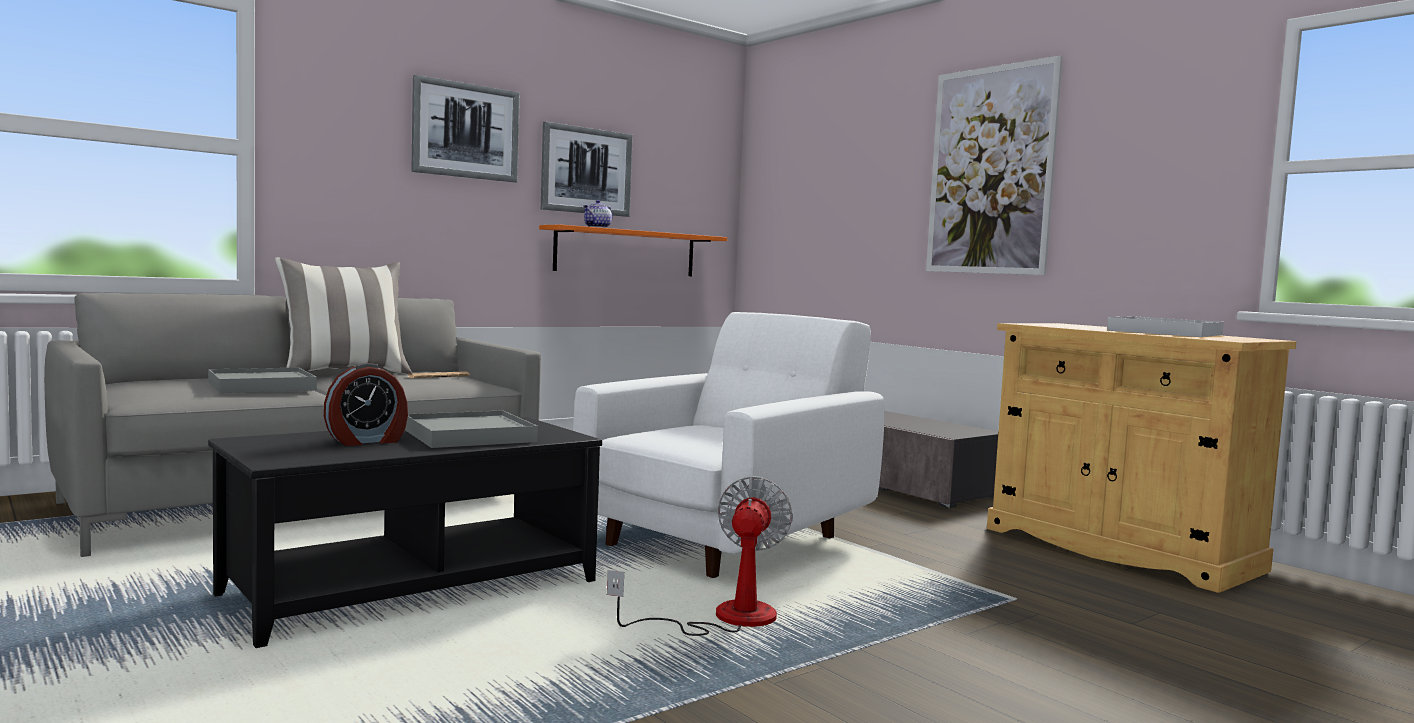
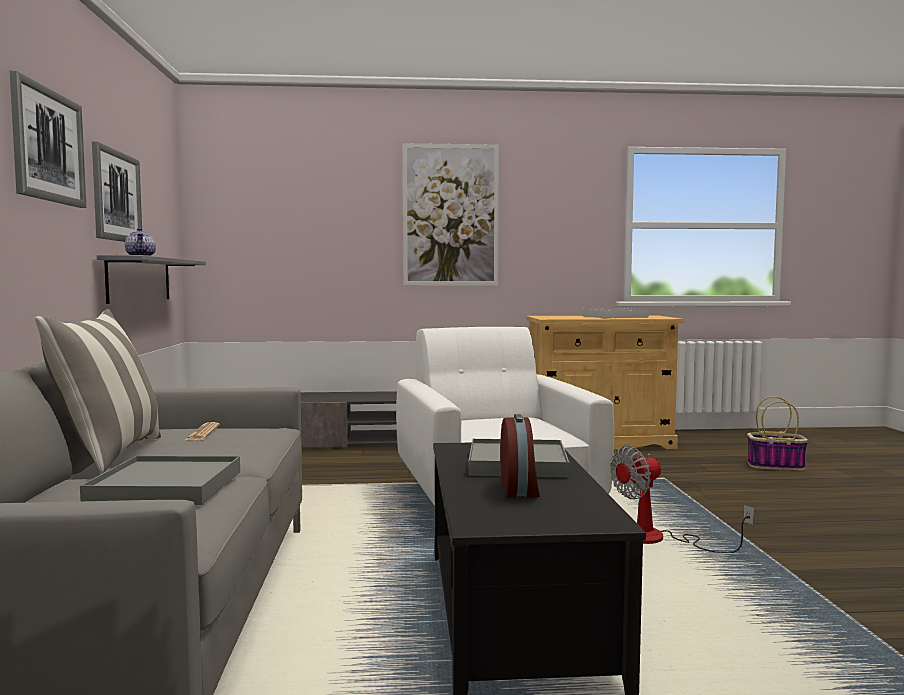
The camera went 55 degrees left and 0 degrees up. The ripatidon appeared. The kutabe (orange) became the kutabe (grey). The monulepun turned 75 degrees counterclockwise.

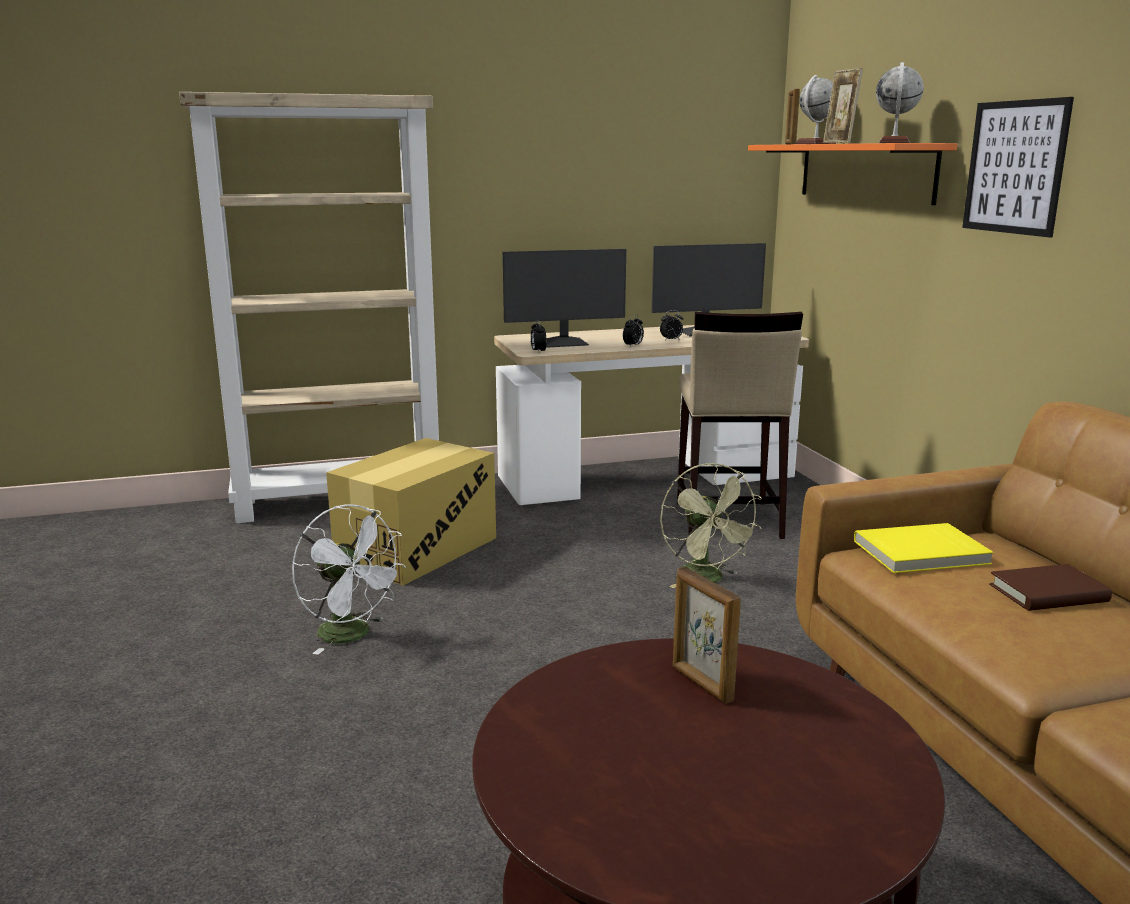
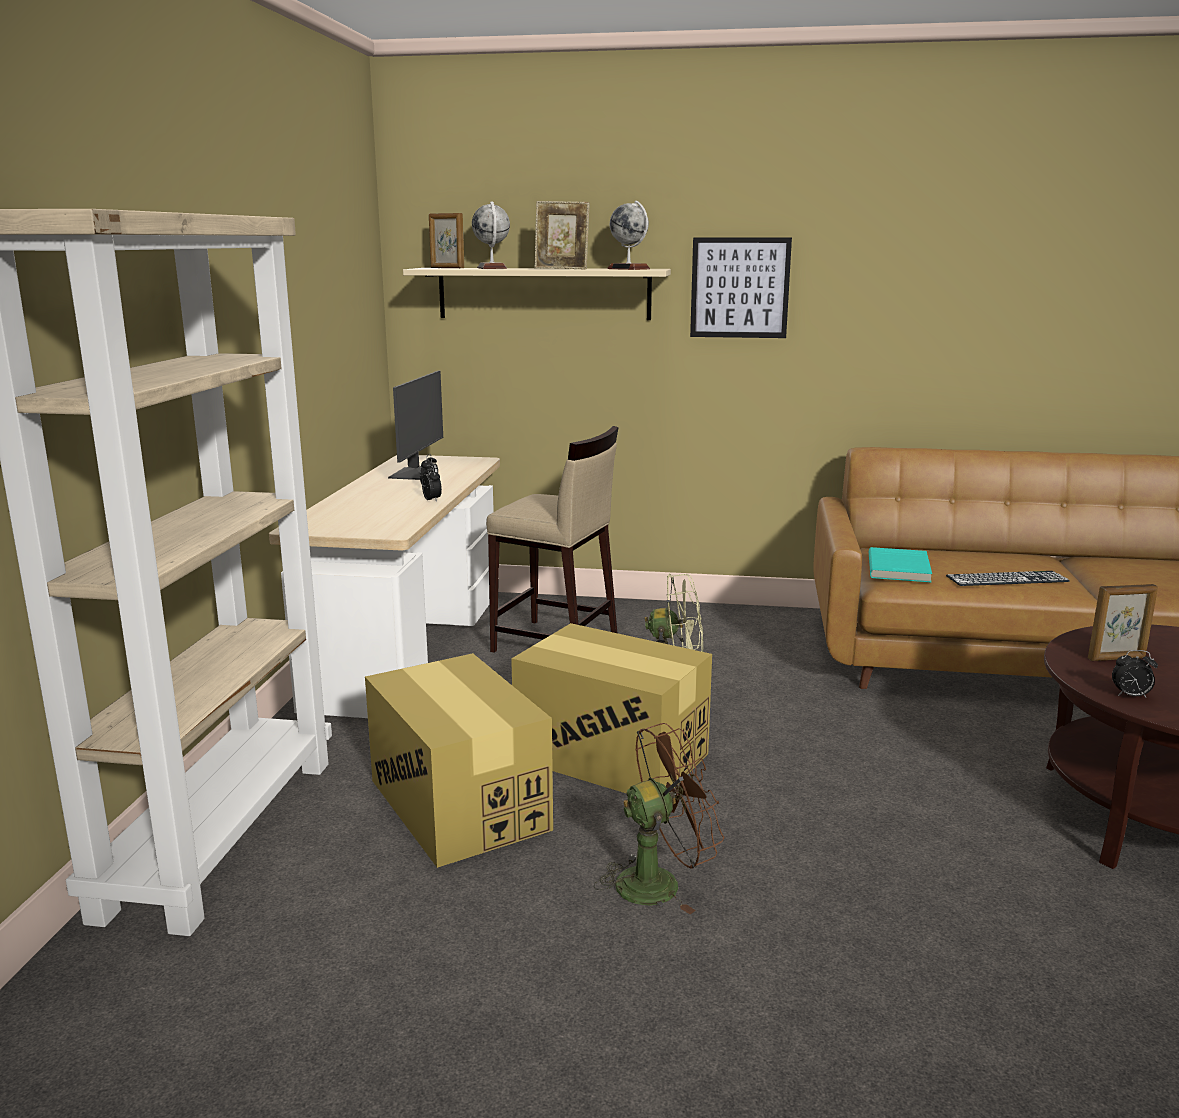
The camera went 65 degrees left and 0 degrees up. The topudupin (no. 1 from left) disappeared. The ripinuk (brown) disappeared. The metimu (no. 2 from left) appeared. The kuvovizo appeared. The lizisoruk (no. 1 from left in the first image) moved. The monulepun (white) became the monulepun (brown). The kutabe (orange) became the kutabe (beige). The ripinuk (yellow) became the ripinuk (turquoise).

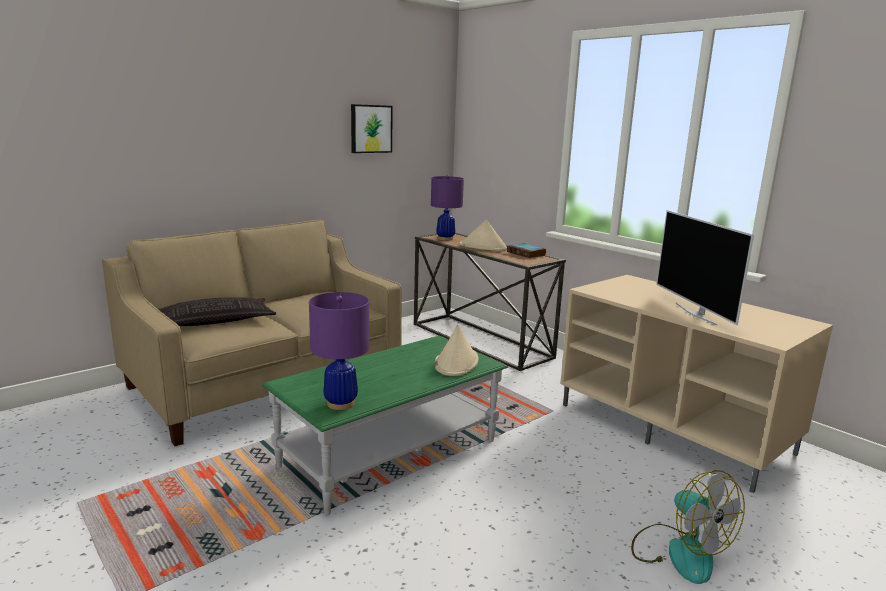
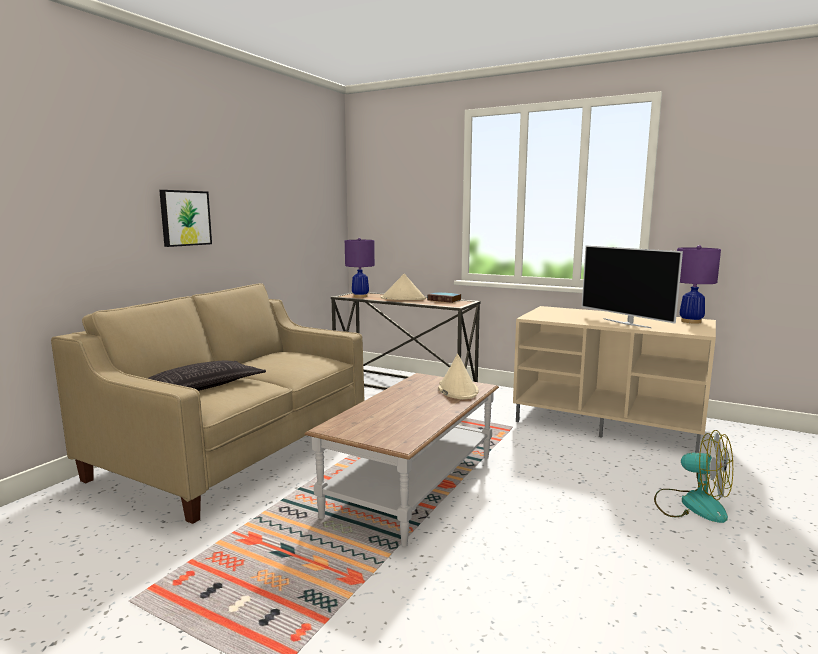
The camera went 20 degrees left and 5 degrees down. The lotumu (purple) (no. 1 from left in the first image) moved. The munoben moved. The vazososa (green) became the vazososa (brown).

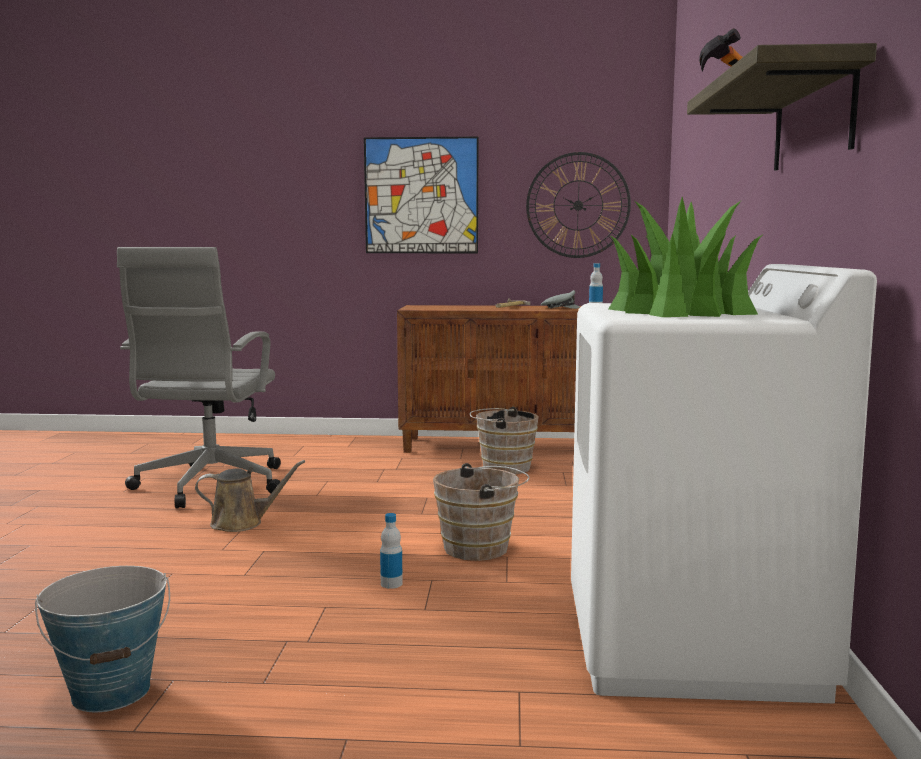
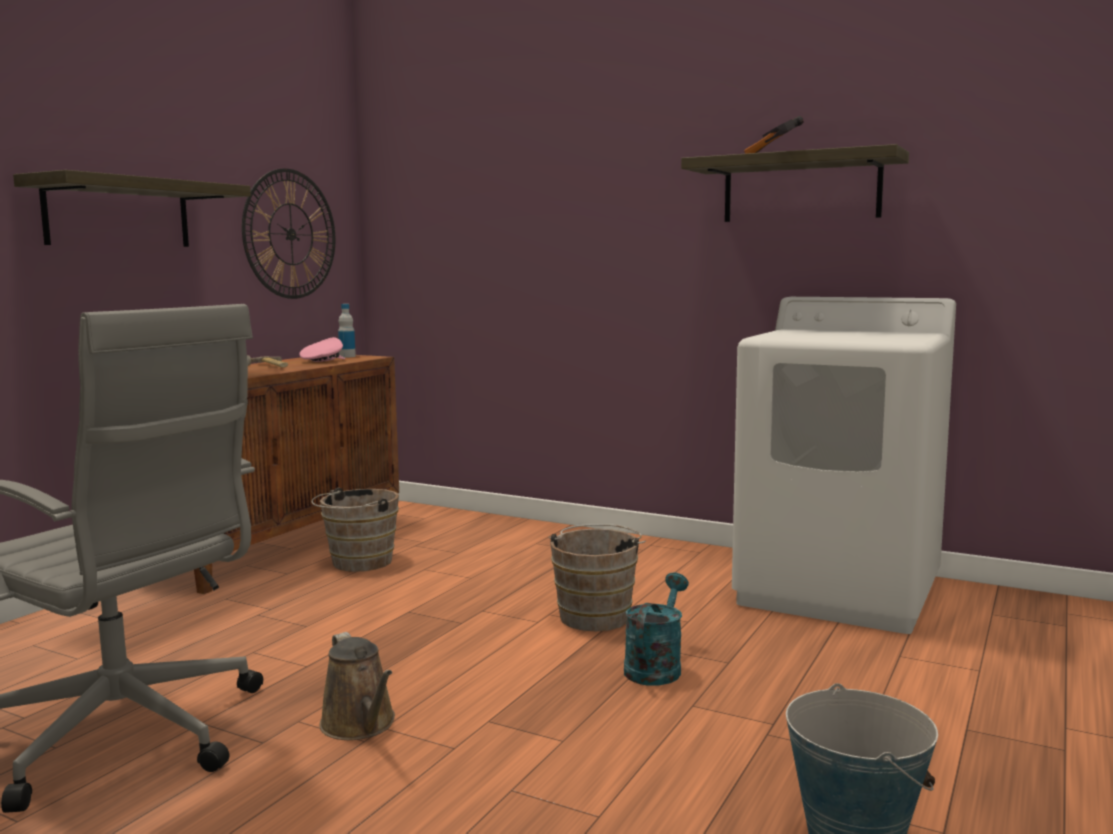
The camera went 65 degrees left and 0 degrees up. The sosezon disappeared. The munoben was replaced by the kutabe (no. 1 from left). The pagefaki (no. 1 from left) was replaced by the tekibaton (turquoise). The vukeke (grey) became the vukeke (pink). The tekibaton (brown) turned 135 degrees clockwise.

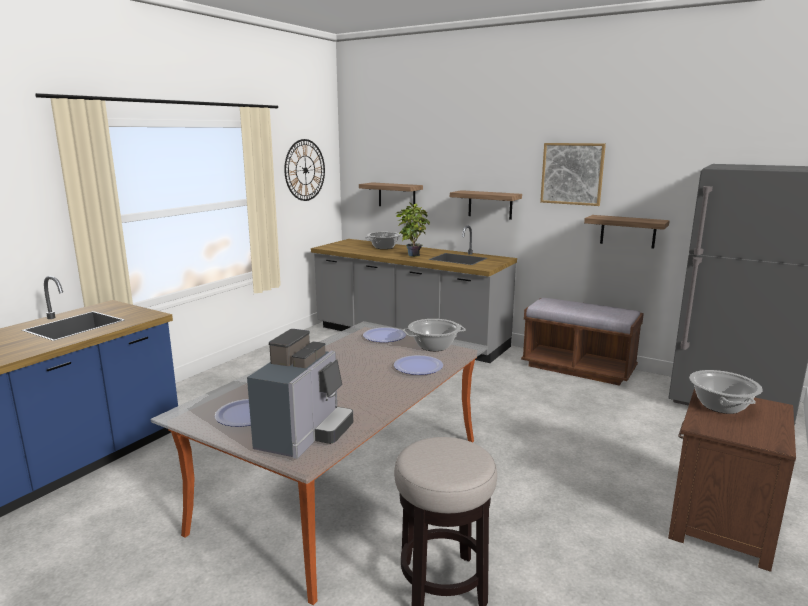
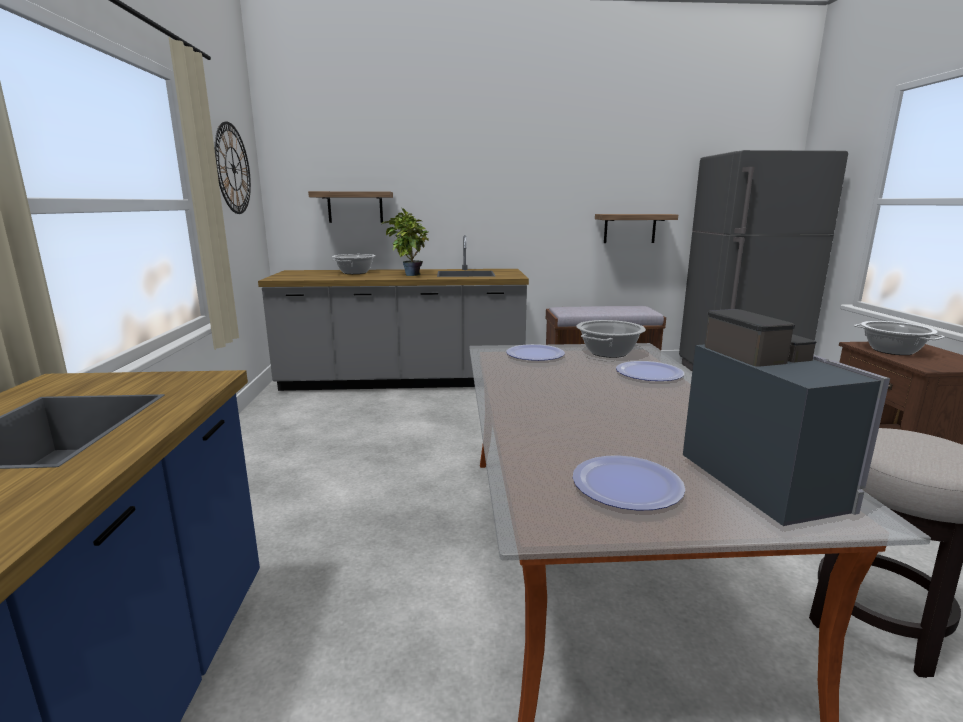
The camera went 35 degrees left and 0 degrees up. The kutabe (no. 2 from left) disappeared. The munoben disappeared.

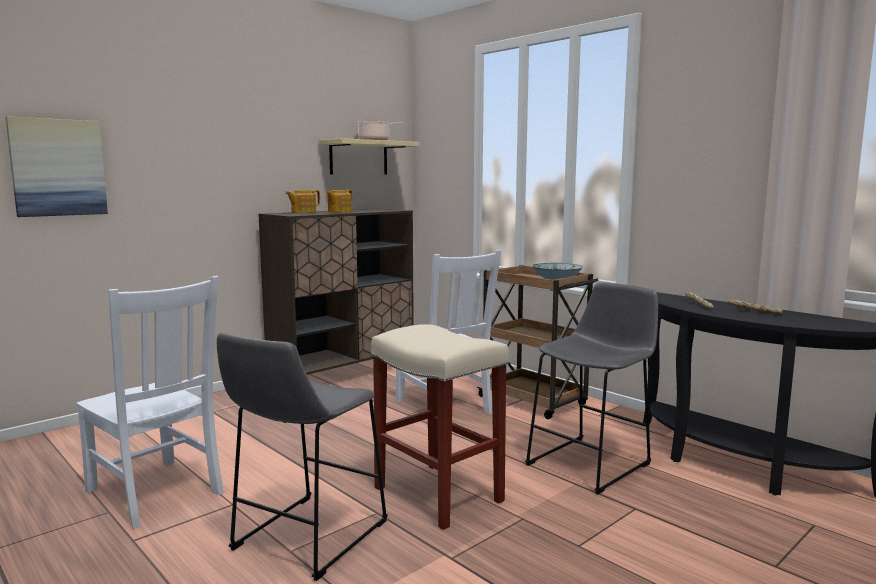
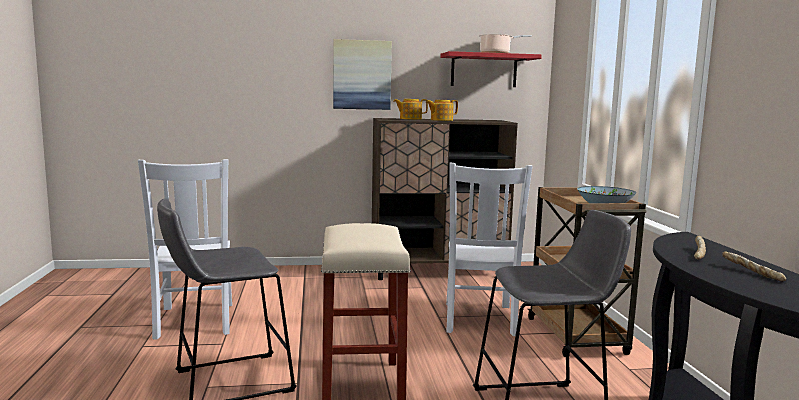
The camera went 35 degrees right and 0 degrees up. The munoben moved. The kutabe (beige) became the kutabe (red).

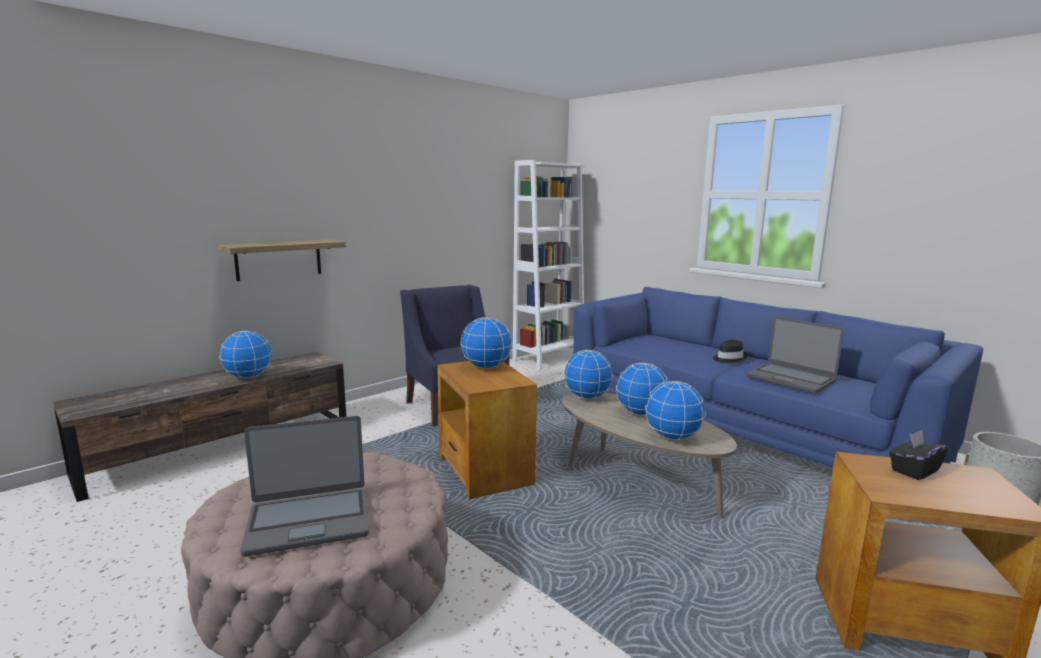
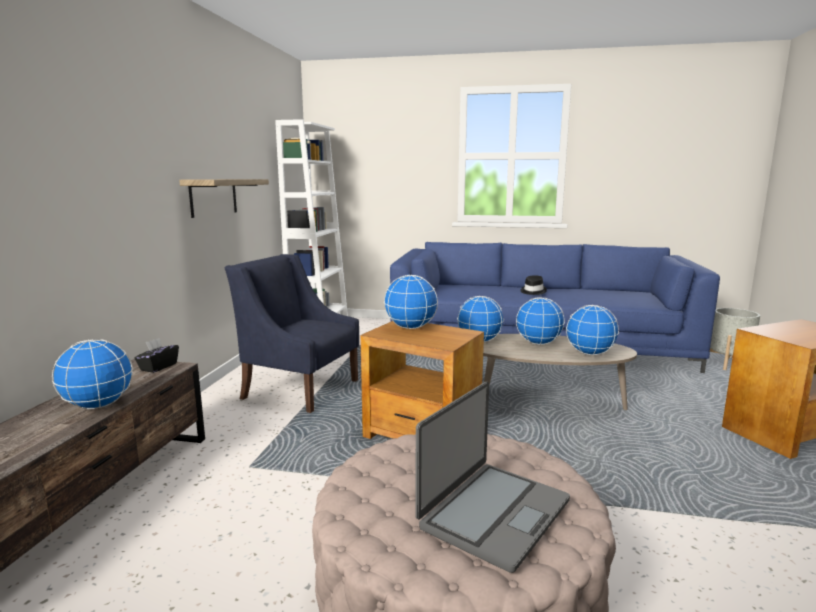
The camera went 35 degrees left and 0 degrees up. The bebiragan (no. 2 from left) disappeared. The kutabe moved. The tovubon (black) moved.

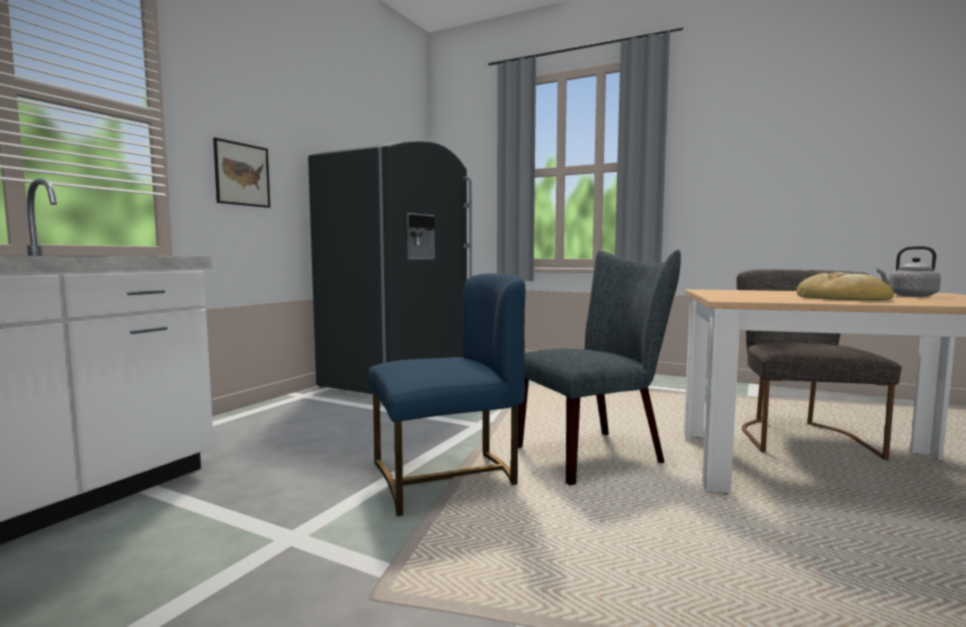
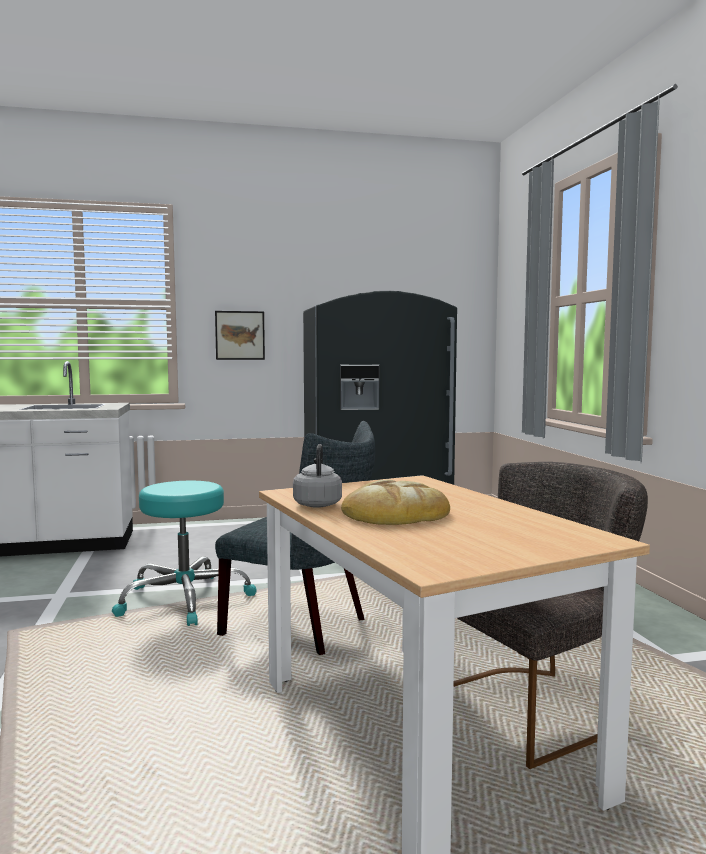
The camera went 50 degrees right and 0 degrees up. The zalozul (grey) moved. The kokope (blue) was replaced by the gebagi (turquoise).

